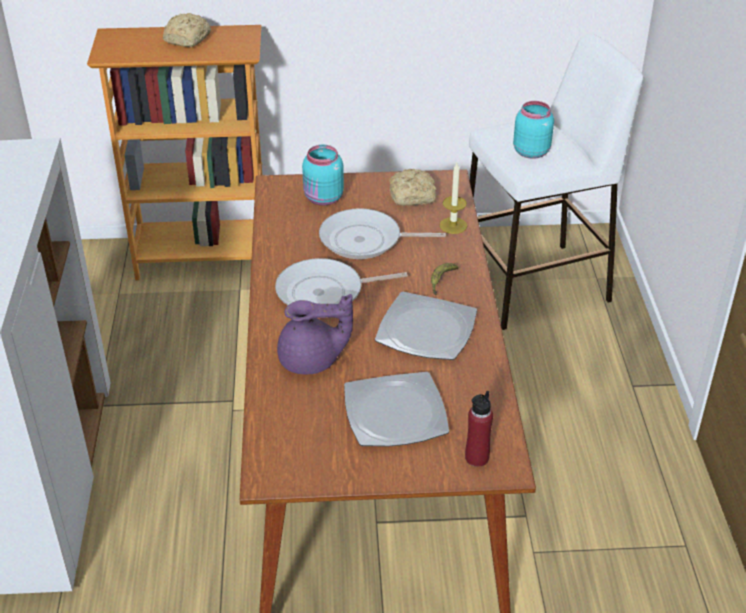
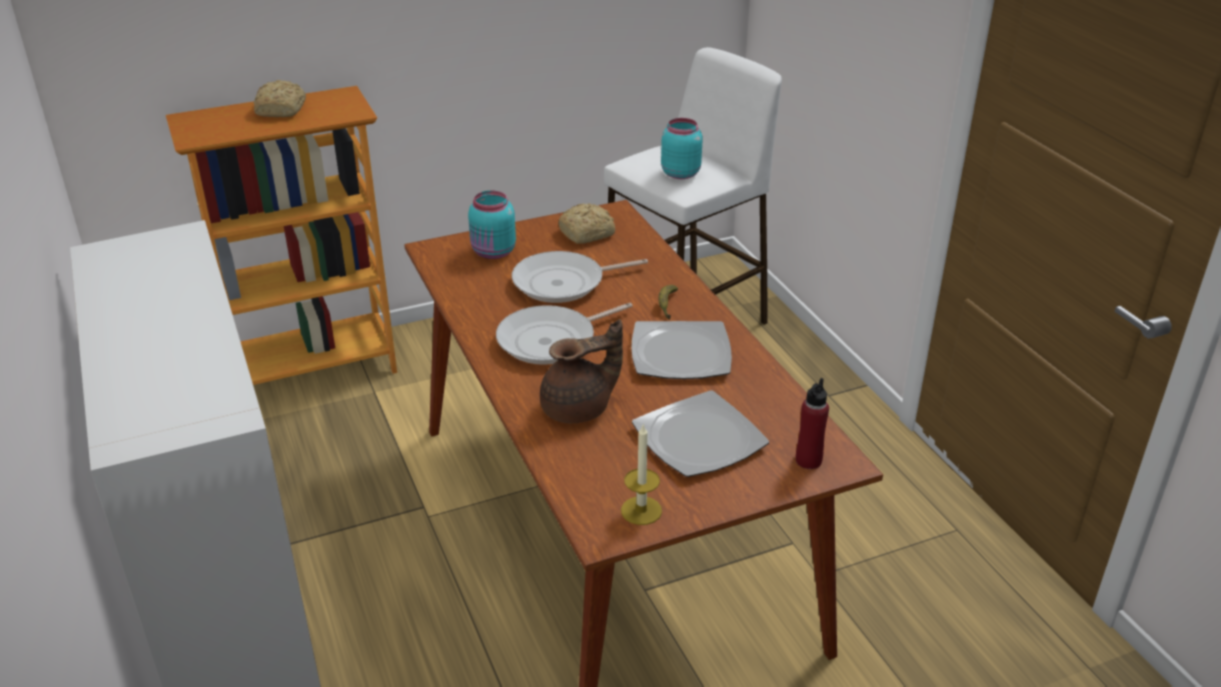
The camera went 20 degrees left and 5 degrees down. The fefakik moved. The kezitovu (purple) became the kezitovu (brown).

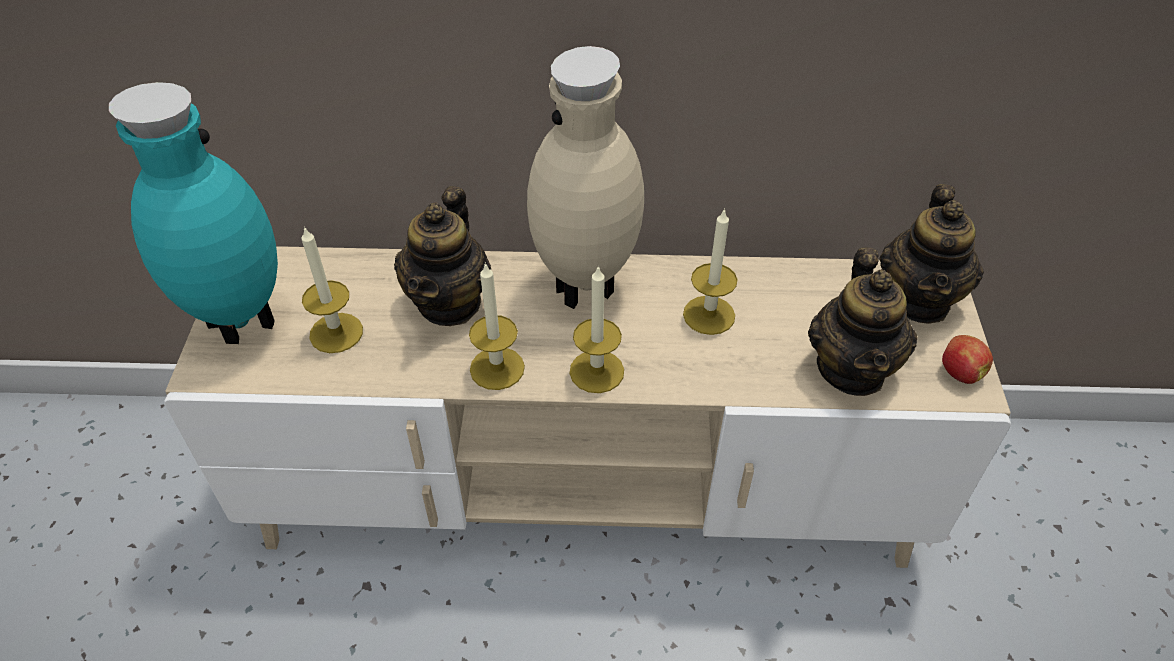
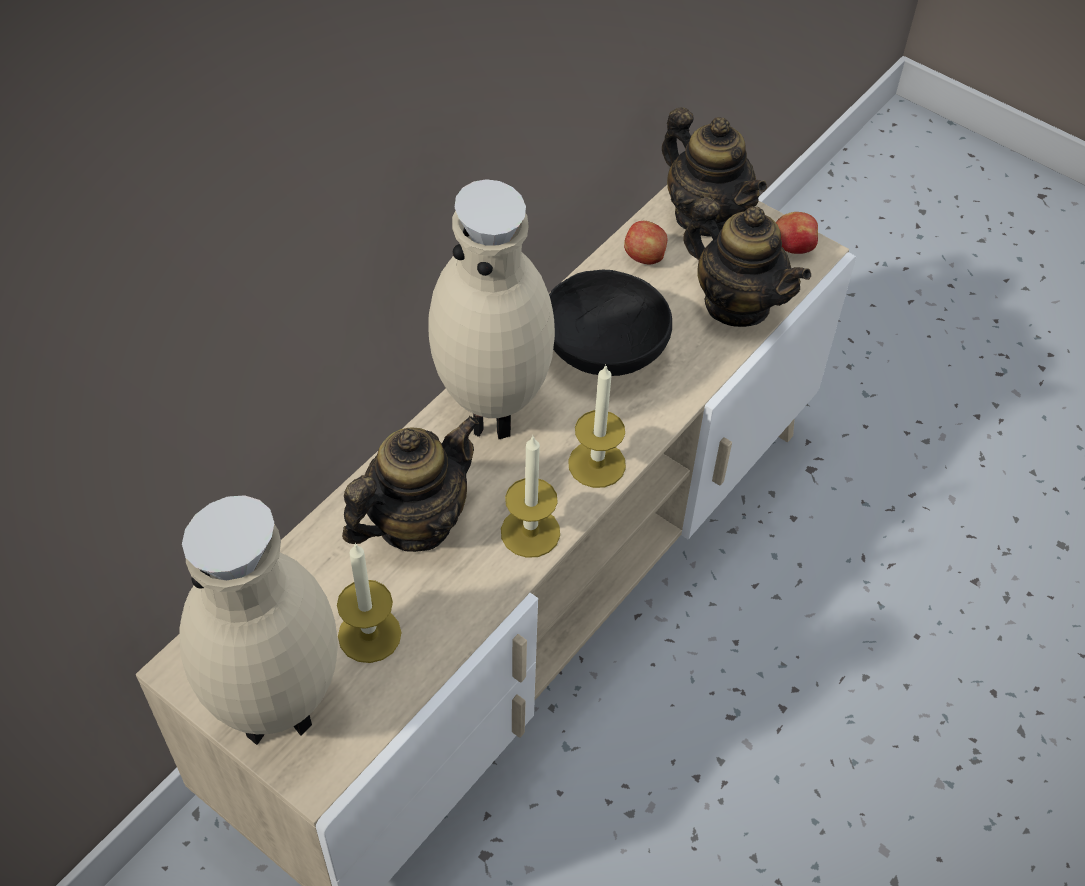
The camera went 55 degrees left and 5 degrees up. The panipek (no. 1 from left) appeared. The fefakik (no. 4 from left) was replaced by the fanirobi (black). The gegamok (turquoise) became the gegamok (beige) (no. 1 from left). The kezitovu (no. 1 from left) turned 90 degrees counterclockwise.

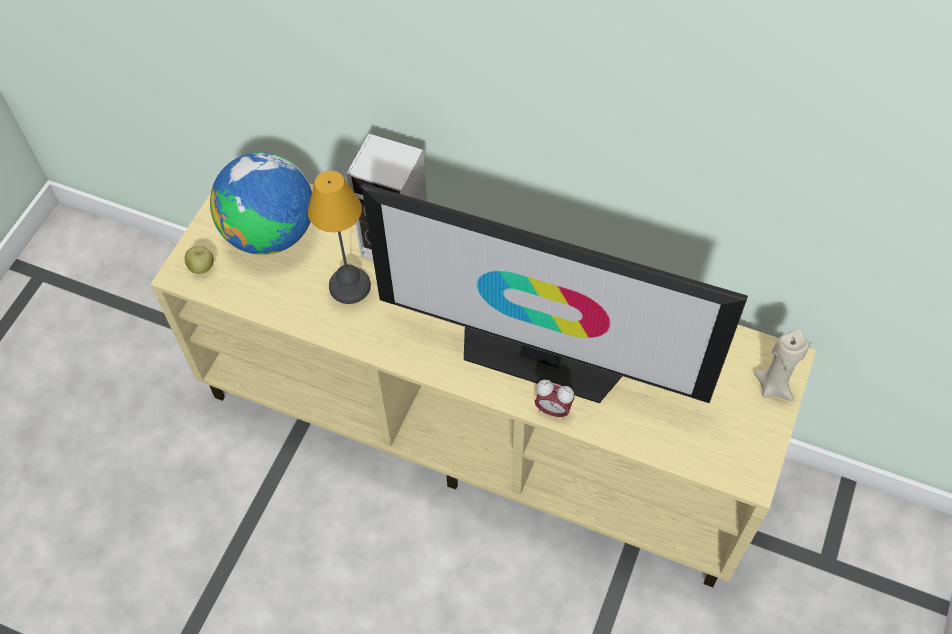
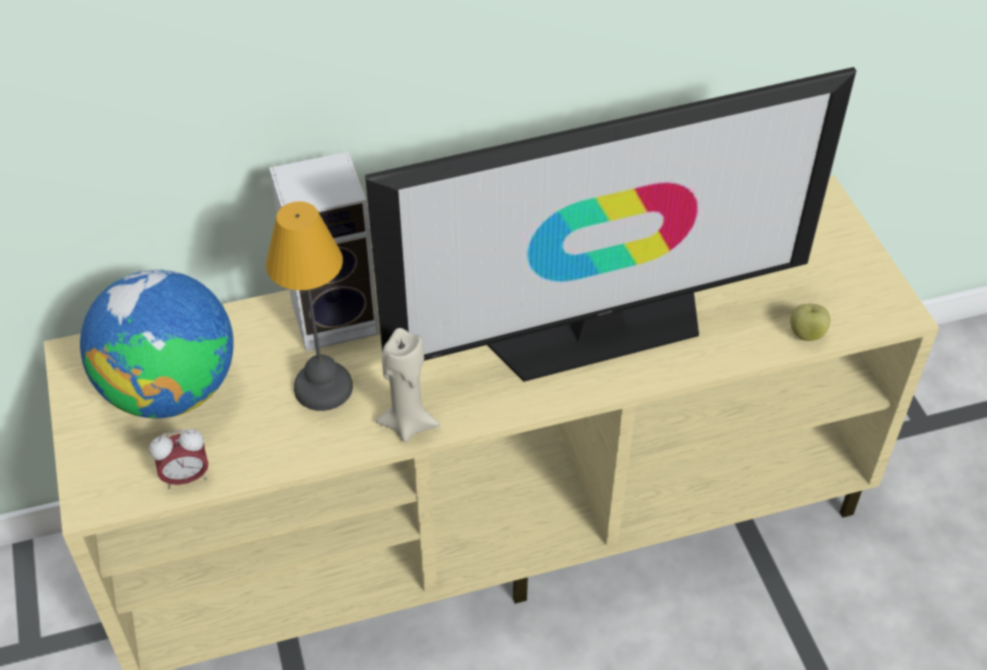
The camera went 40 degrees left and 10 degrees down. The panipek moved. The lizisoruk moved. The fefakik (beige) moved.

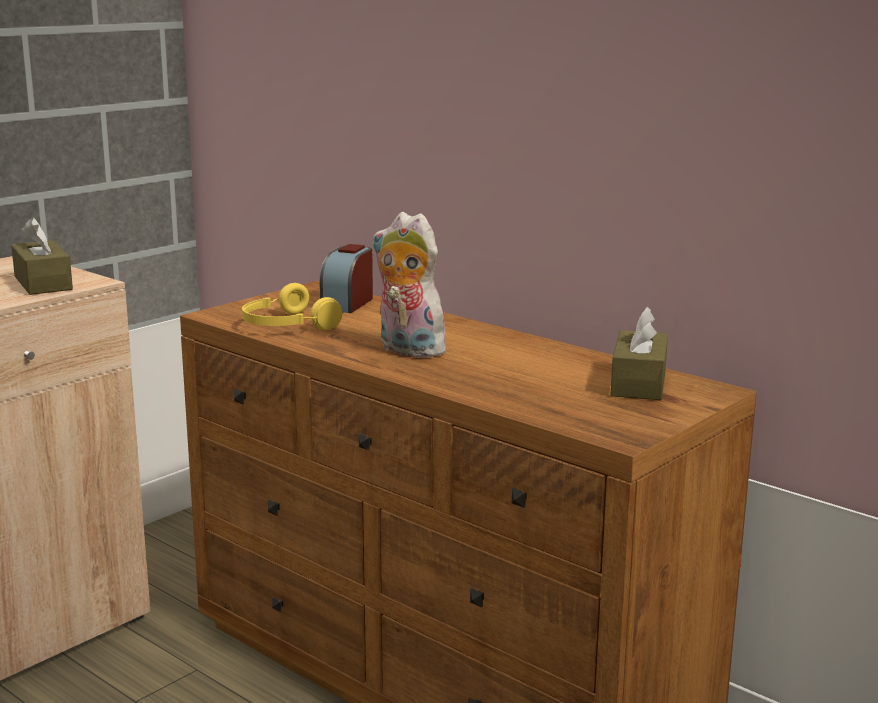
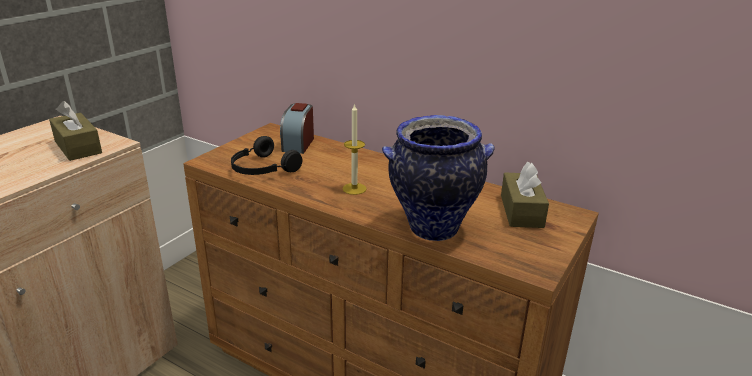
The camera went 10 degrees left and 10 degrees up. The gegamok appeared. The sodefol was replaced by the fefakik. The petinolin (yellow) became the petinolin (black).

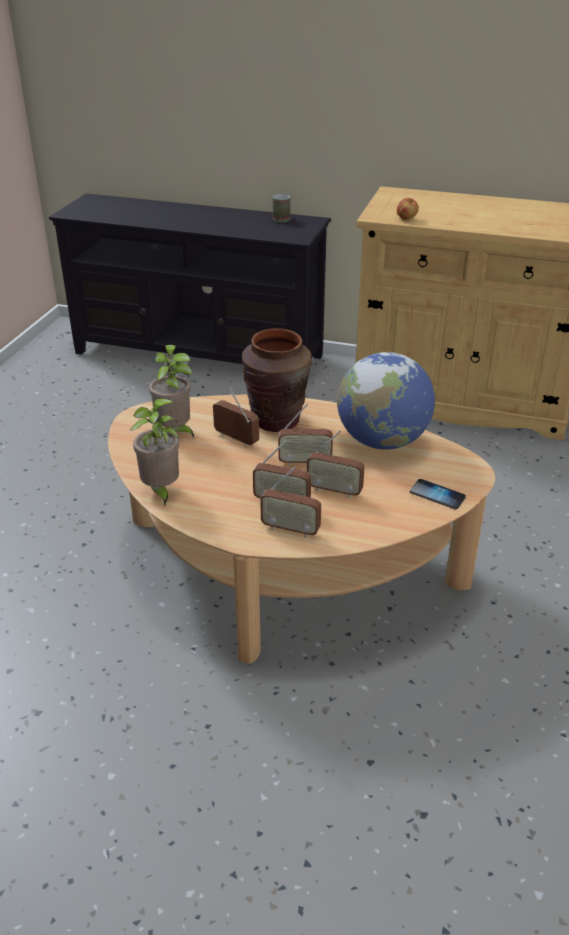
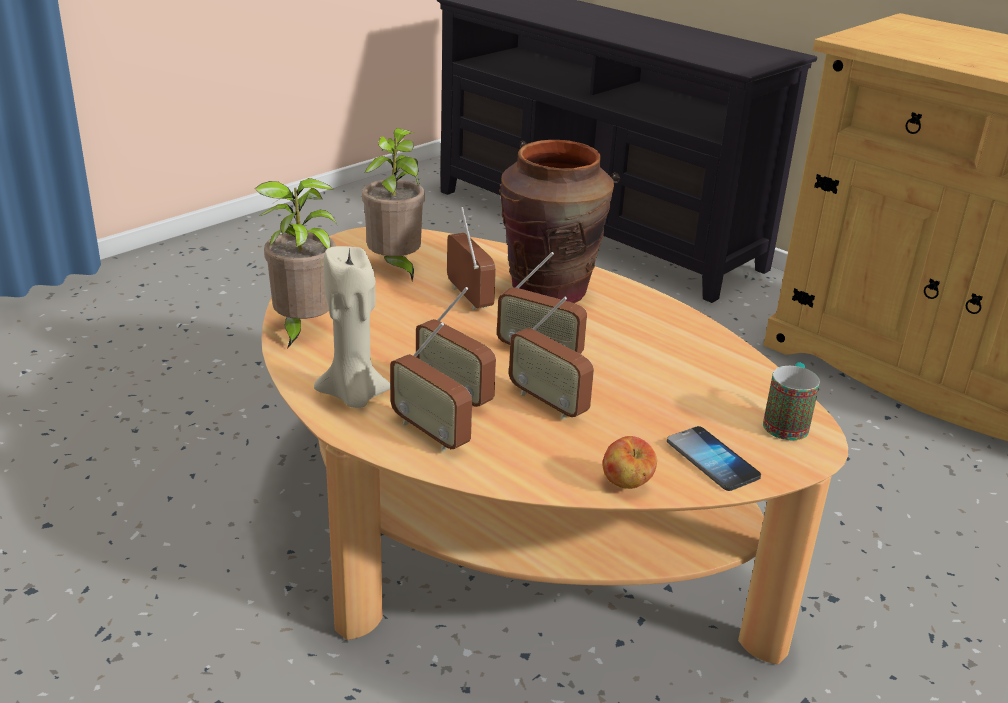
The camera went 25 degrees right and 5 degrees down. The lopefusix disappeared. The fefakik (beige) appeared. The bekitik moved. The panipek moved.

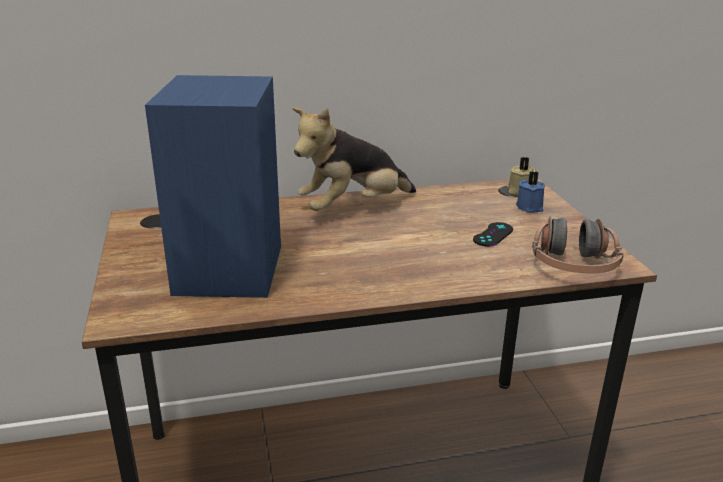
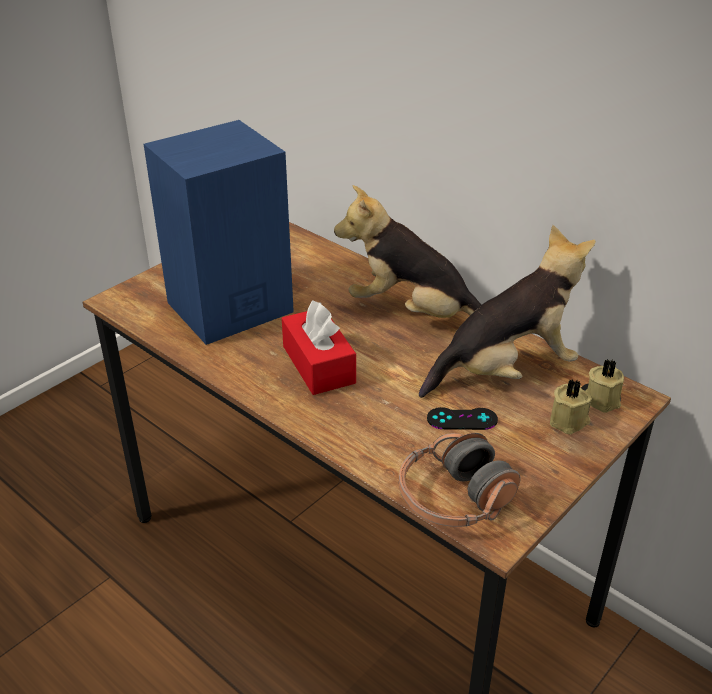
The camera went 55 degrees right and 10 degrees up. The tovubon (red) appeared. The sodefol (no. 2 from left) appeared. The fefakik (blue) became the fefakik (beige) (no. 1 from left).

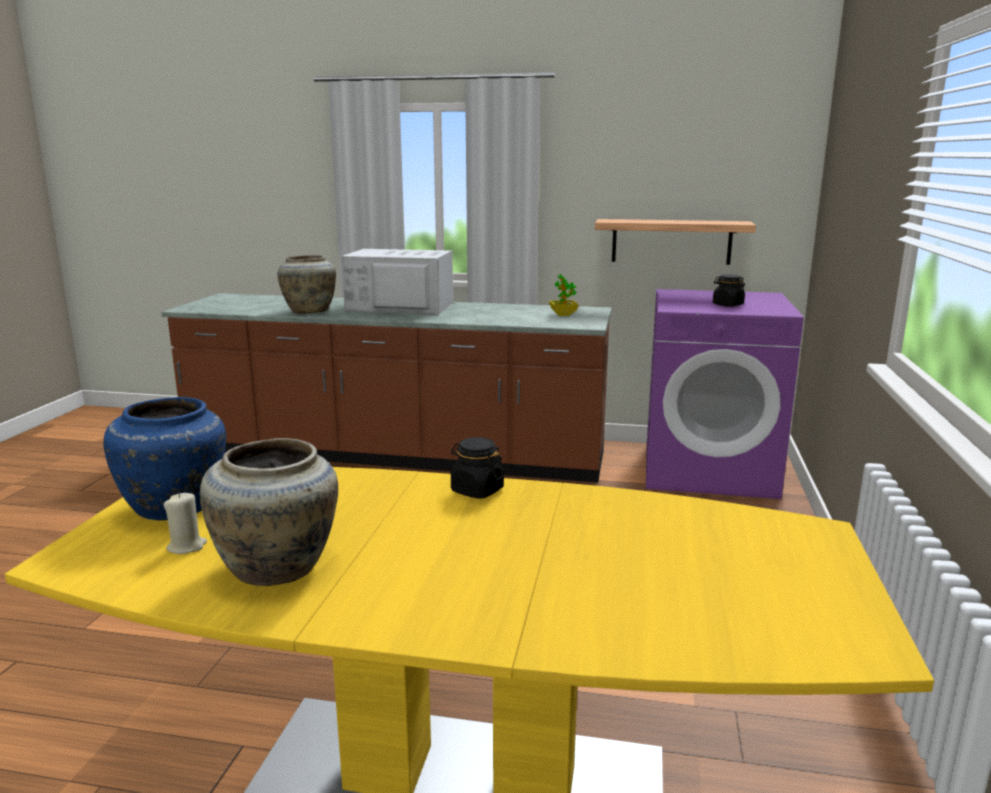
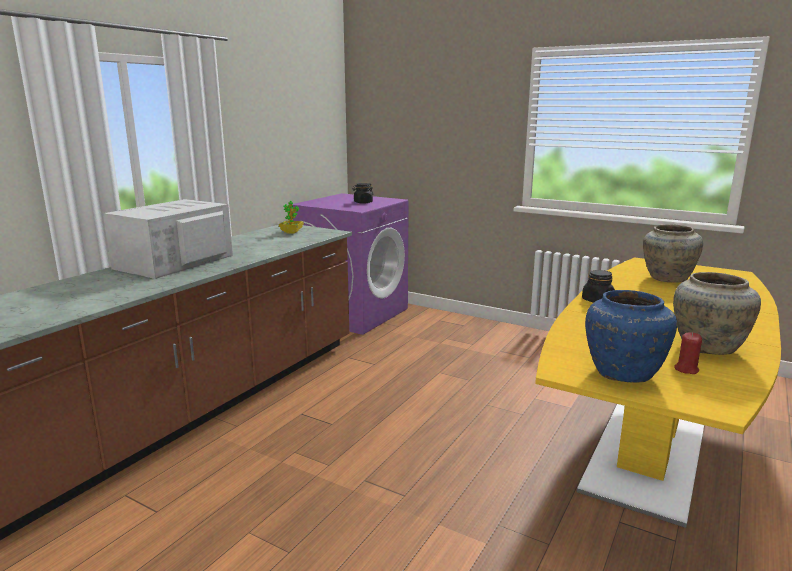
The camera went 70 degrees left and 0 degrees up. The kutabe disappeared. The gegamok (beige) (no. 2 from left in the first image) moved. The fefakik (beige) became the fefakik (red).

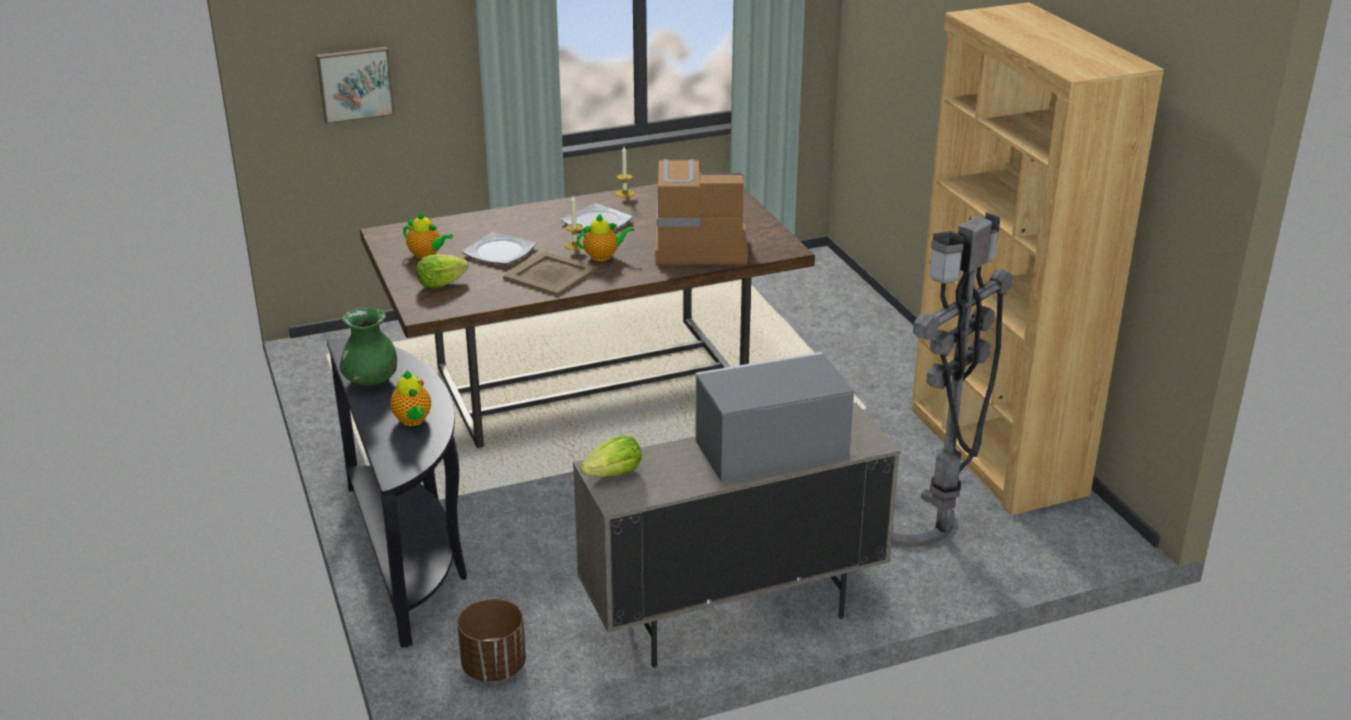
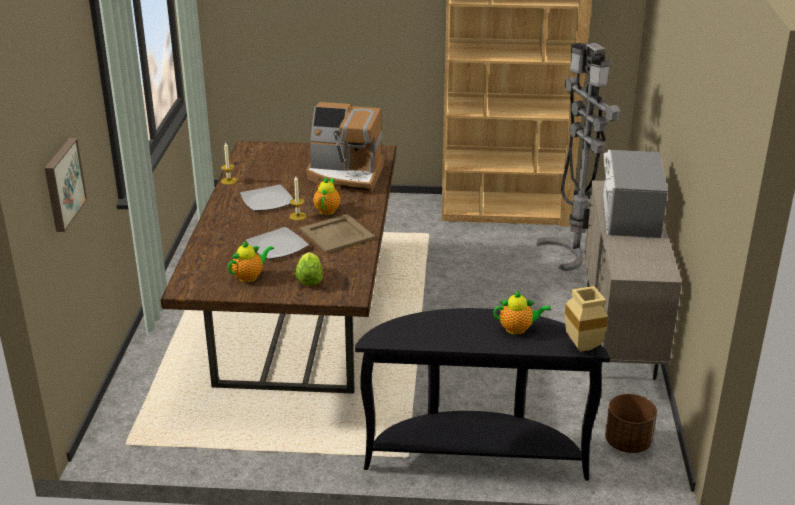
The camera went 65 degrees left and 0 degrees up. The gegamok (green) disappeared. The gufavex (no. 2 from left) disappeared. The gegamok (beige) appeared. The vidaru turned 105 degrees counterclockwise.

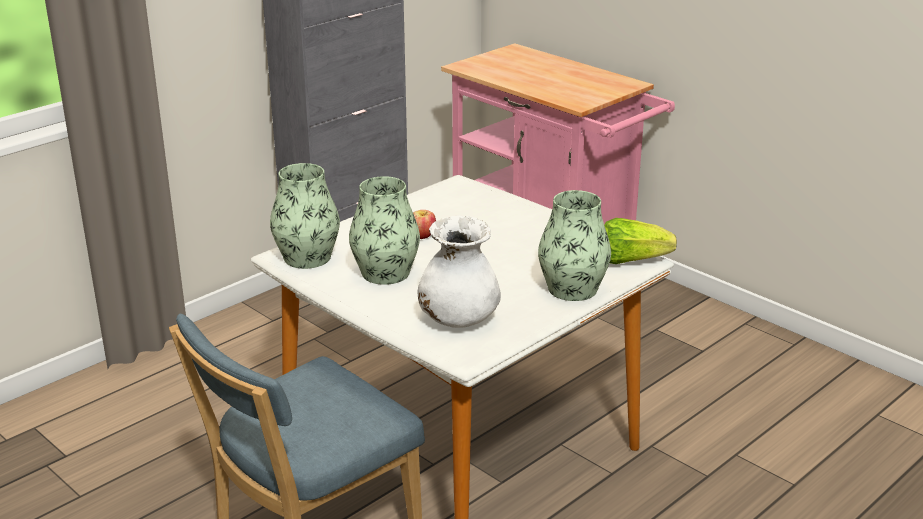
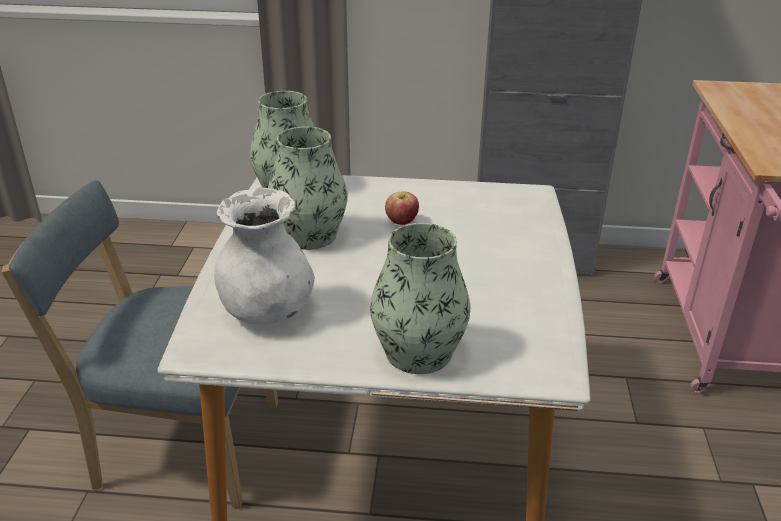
The camera went 50 degrees right and 5 degrees up. The gufavex disappeared.

